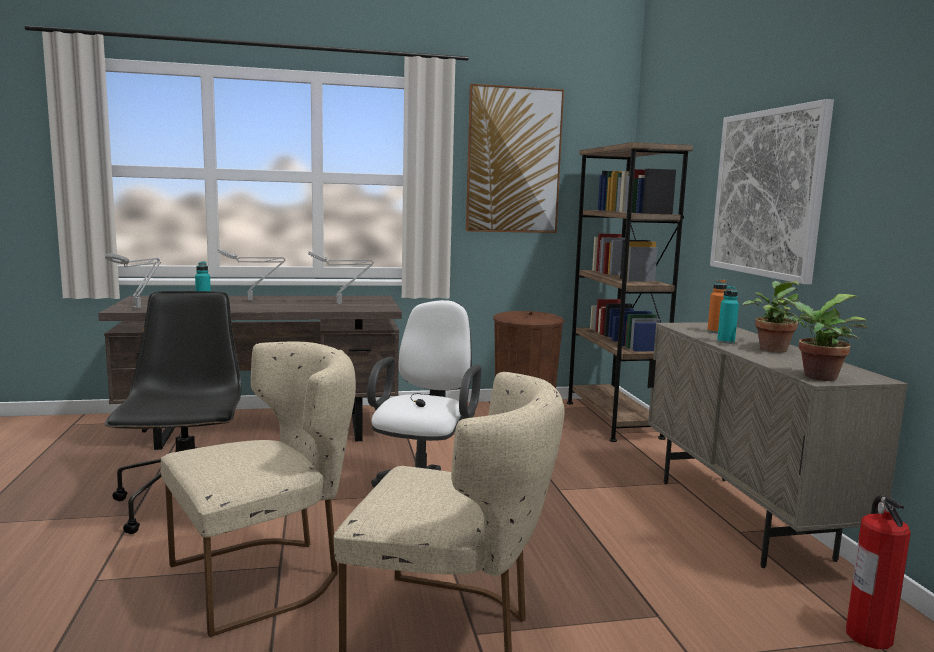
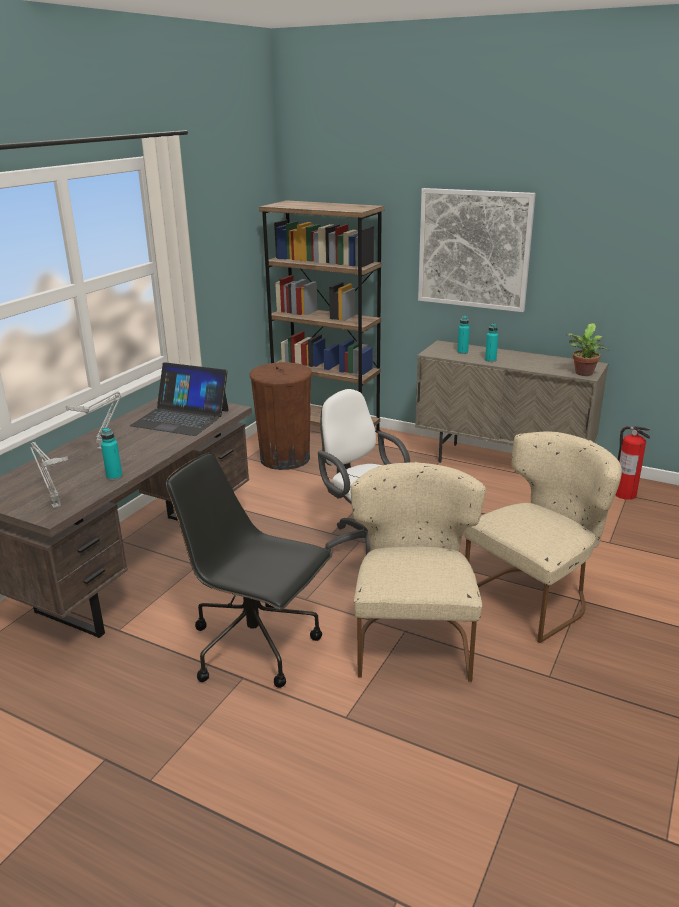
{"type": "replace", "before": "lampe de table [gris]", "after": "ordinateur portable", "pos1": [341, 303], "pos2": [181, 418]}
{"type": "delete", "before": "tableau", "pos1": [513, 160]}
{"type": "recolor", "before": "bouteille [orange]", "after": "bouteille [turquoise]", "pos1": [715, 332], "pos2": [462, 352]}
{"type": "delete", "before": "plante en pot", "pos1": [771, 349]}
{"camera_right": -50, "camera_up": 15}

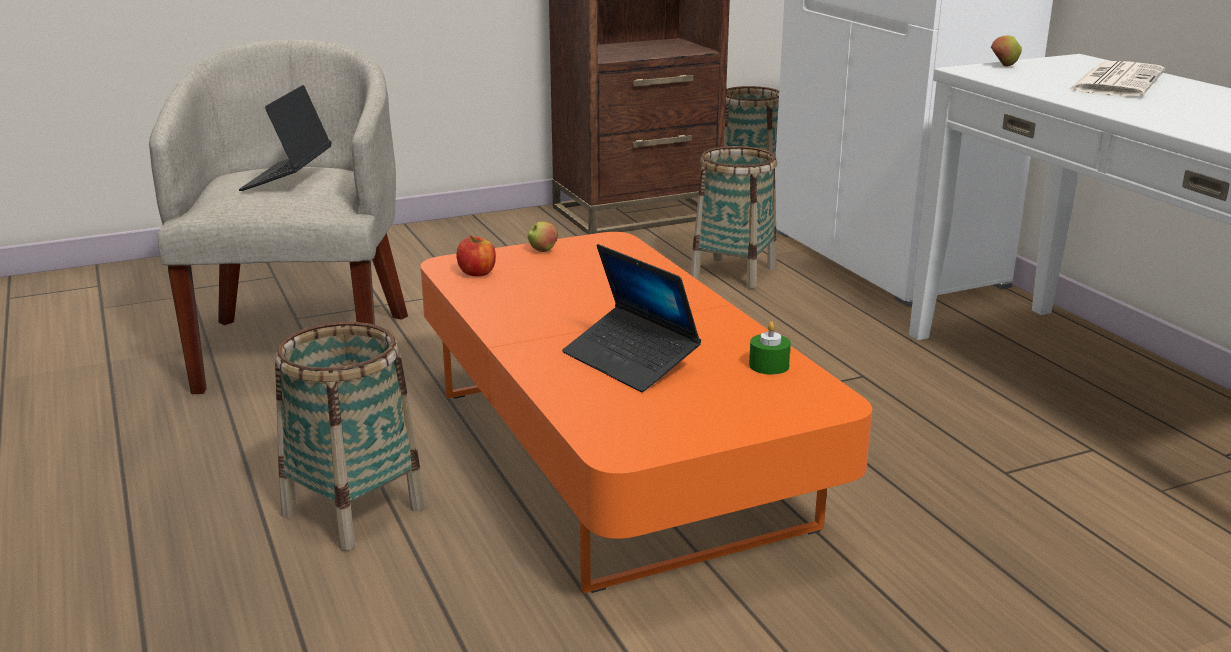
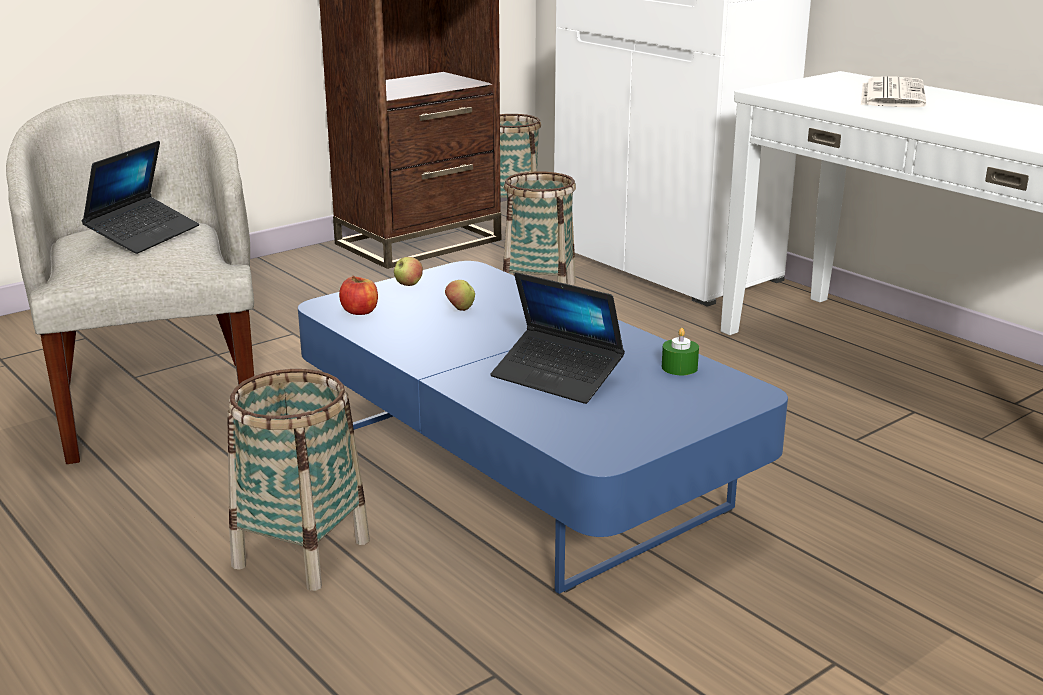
{"type": "rotate", "before": "ordinateur portable", "pos1": [288, 178], "pos2": [144, 235], "turn": -150}
{"type": "recolor", "before": "table basse [orange]", "after": "table basse [bleu]", "pos1": [615, 457], "pos2": [521, 470]}
{"type": "move", "before": "pomme", "pos1": [1003, 66], "pos2": [460, 309]}
{"camera_right": -15, "camera_up": 0}

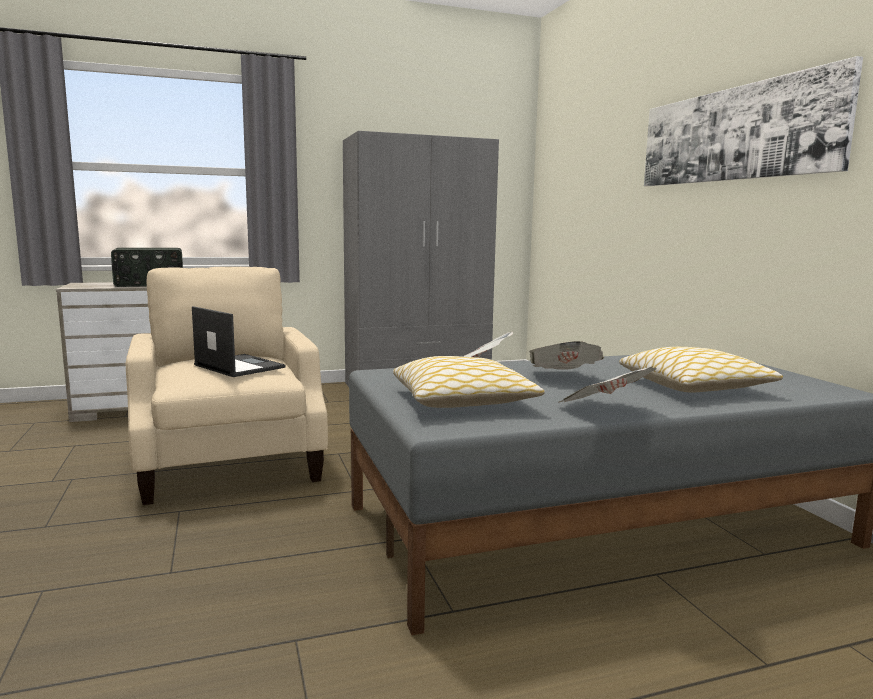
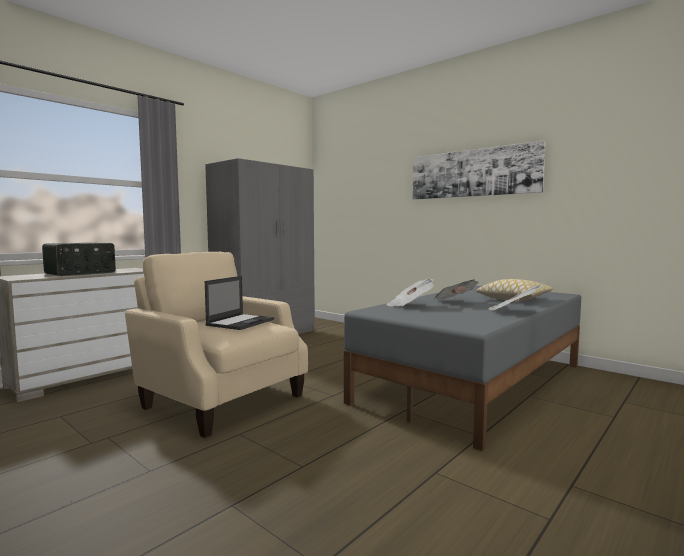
{"type": "rotate", "before": "ordinateur portable", "pos1": [238, 366], "pos2": [241, 322], "turn": 105}
{"type": "delete", "before": "coussin", "pos1": [463, 401]}
{"camera_right": -30, "camera_up": -5}

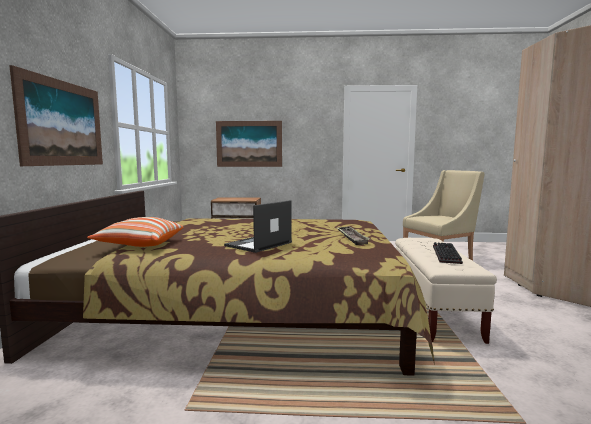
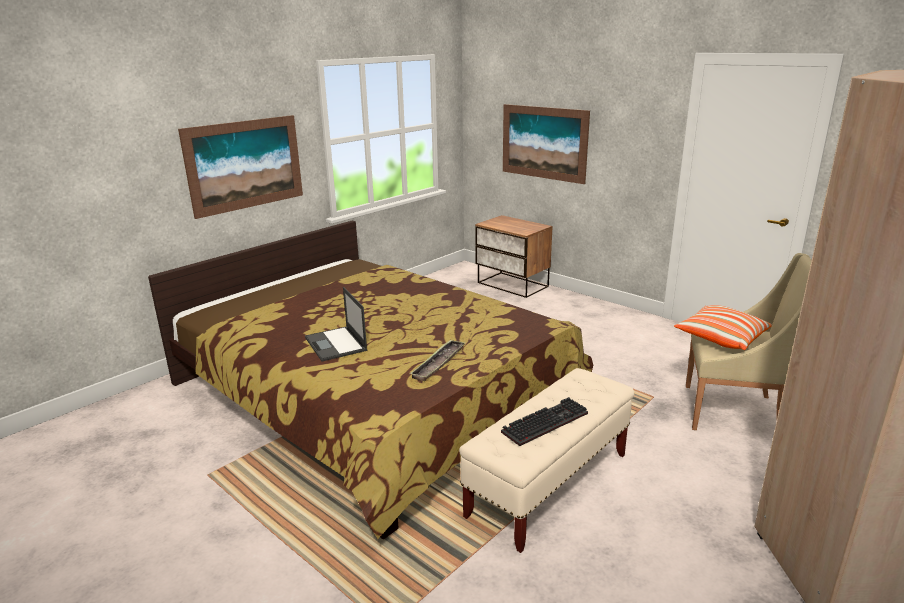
{"type": "move", "before": "coussin", "pos1": [140, 244], "pos2": [721, 338]}
{"type": "rotate", "before": "ordinateur portable", "pos1": [258, 244], "pos2": [336, 344], "turn": -105}
{"camera_right": 40, "camera_up": 15}

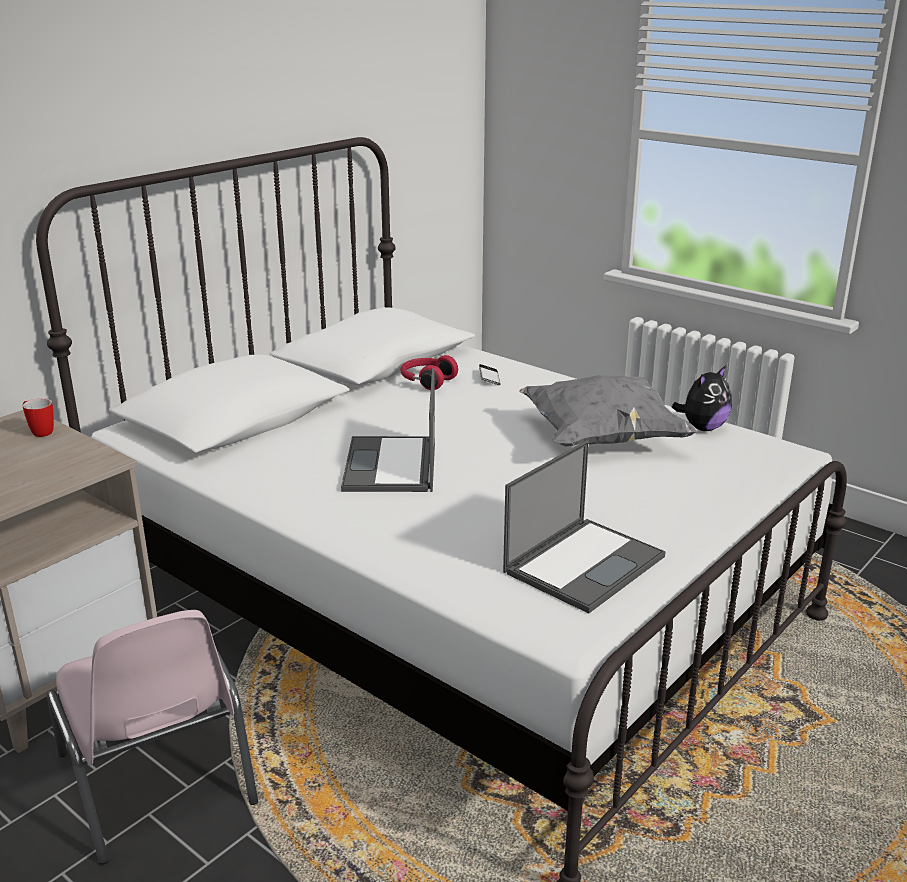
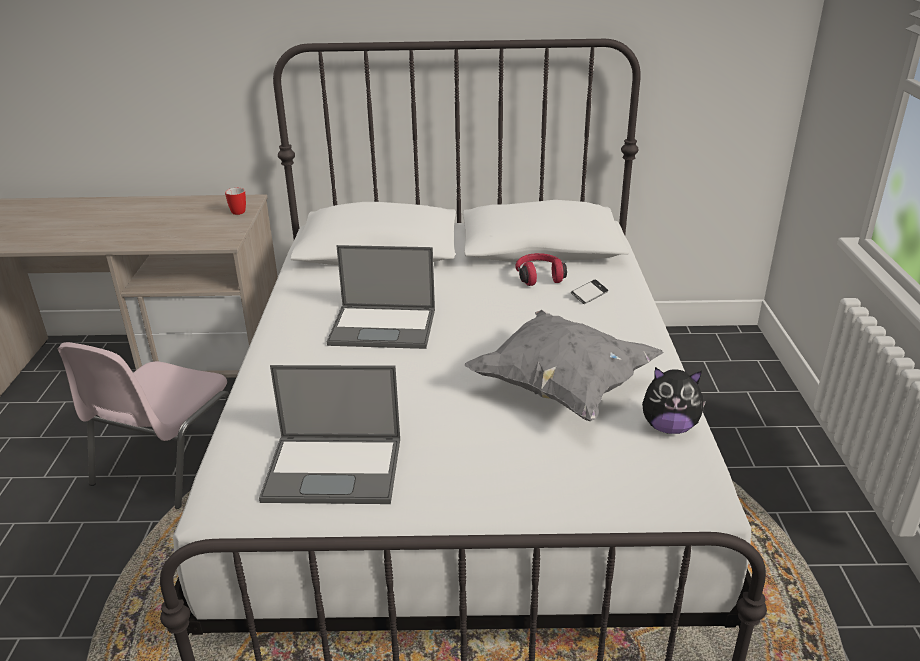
{"type": "rotate", "before": "ordinateur portable", "pos1": [391, 466], "pos2": [384, 327], "turn": -135}
{"camera_right": 50, "camera_up": 5}

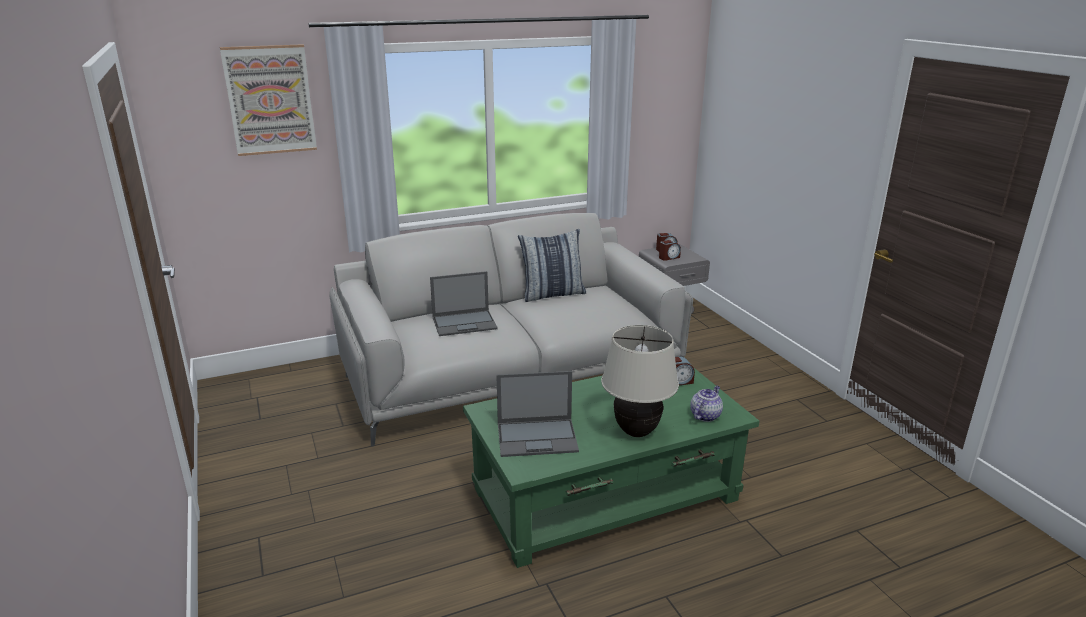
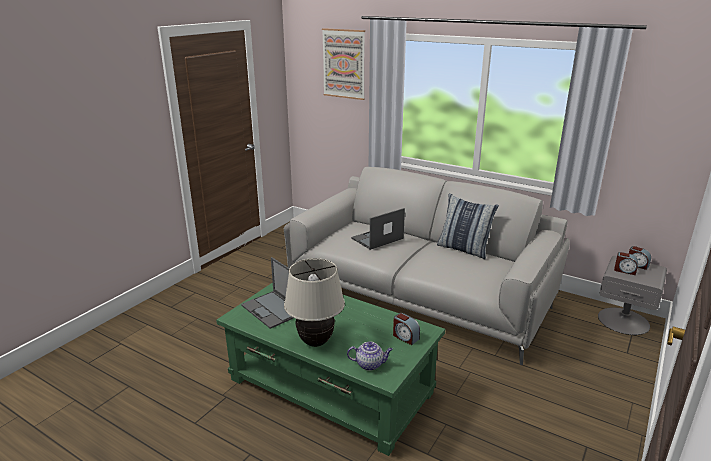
{"type": "rotate", "before": "ordinateur portable", "pos1": [465, 323], "pos2": [377, 238], "turn": 105}
{"camera_right": 55, "camera_up": 0}

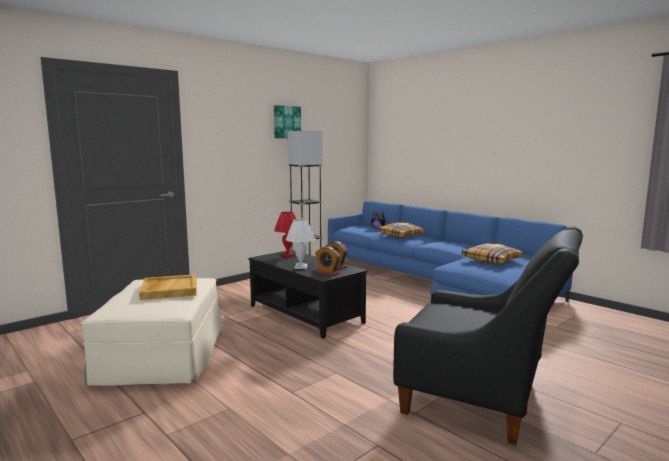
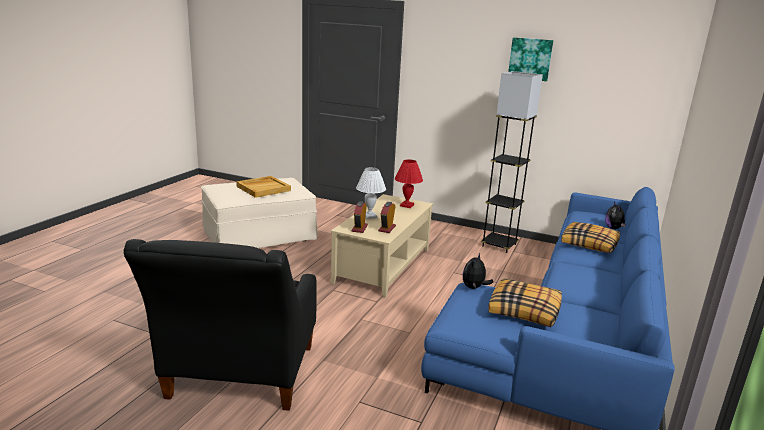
{"type": "recolor", "before": "table basse [noir]", "after": "table basse [beige]", "pos1": [306, 314], "pos2": [384, 266]}
{"type": "insert", "after": "peluche", "pos2": [474, 287]}
{"camera_right": 65, "camera_up": 10}

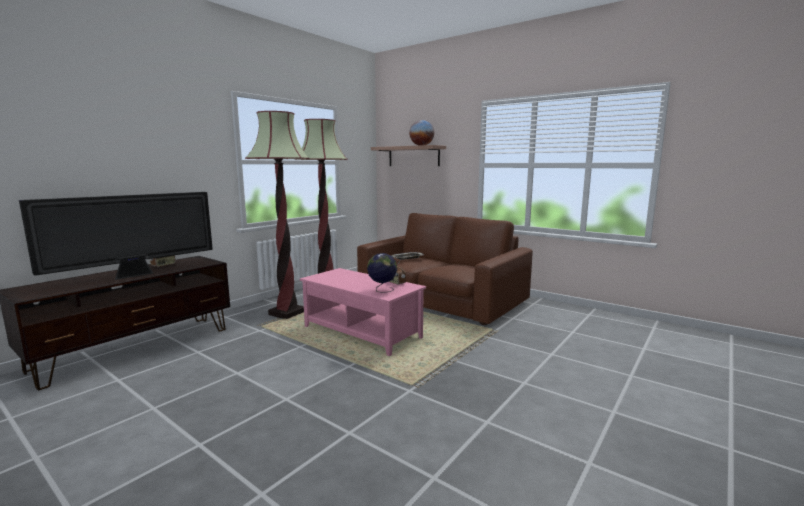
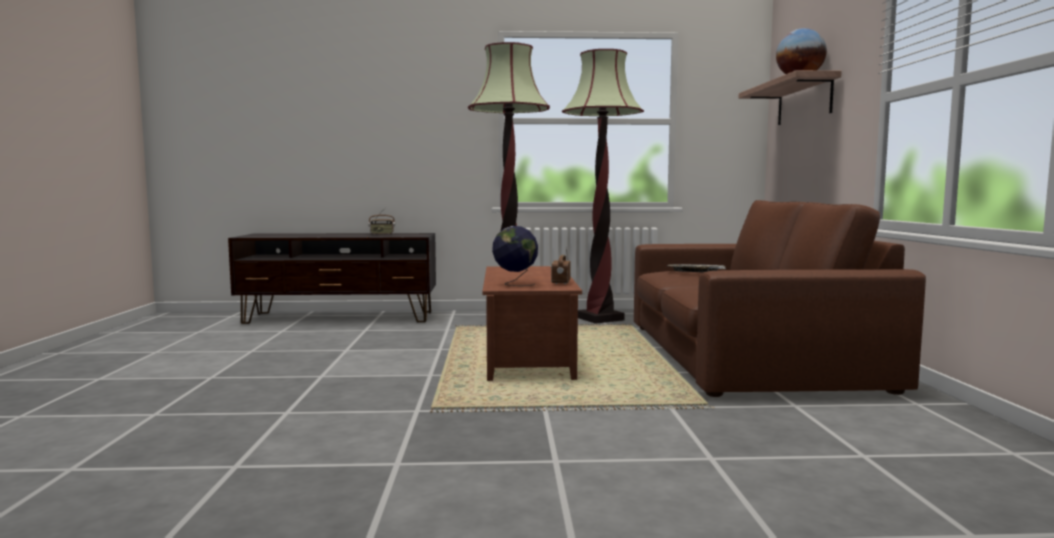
{"type": "delete", "before": "téléviseur", "pos1": [136, 275]}
{"type": "recolor", "before": "table basse [rose]", "after": "table basse [marron]", "pos1": [362, 332], "pos2": [529, 356]}
{"camera_right": 50, "camera_up": -5}

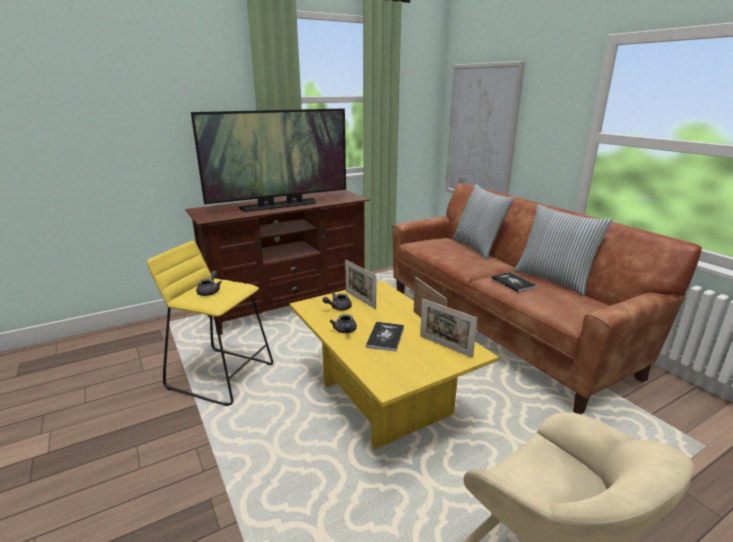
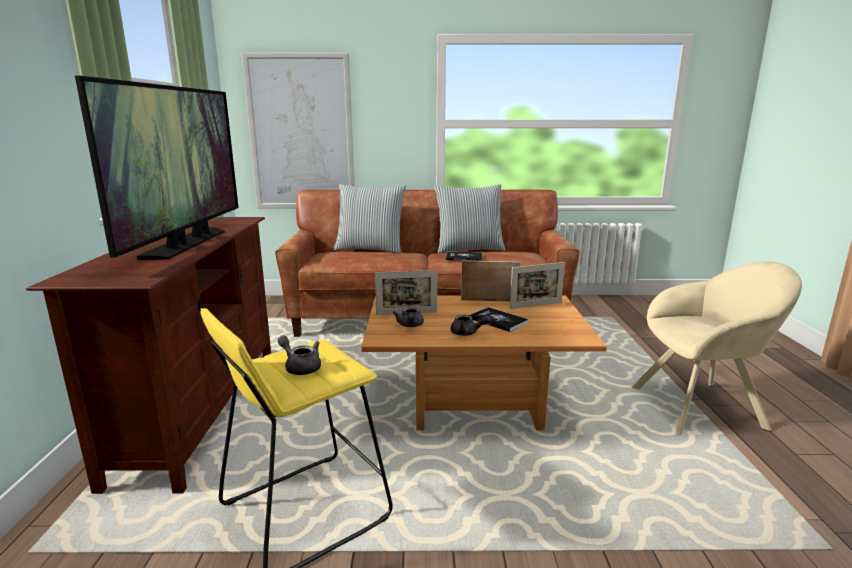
{"type": "recolor", "before": "table basse [jaune]", "after": "table basse [marron]", "pos1": [381, 399], "pos2": [473, 405]}
{"camera_right": -60, "camera_up": -5}

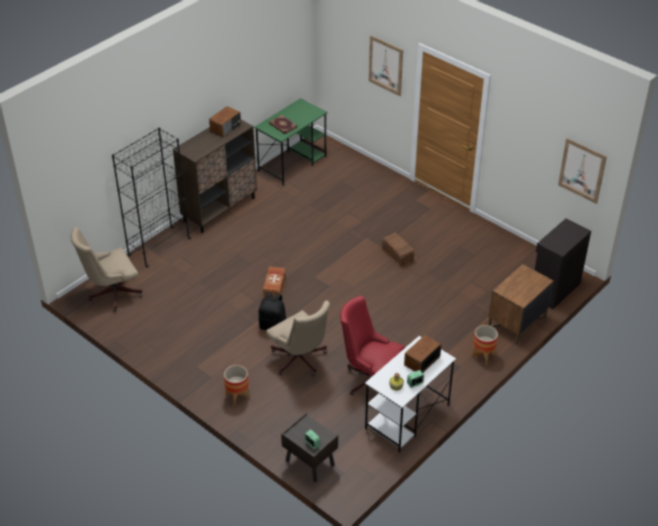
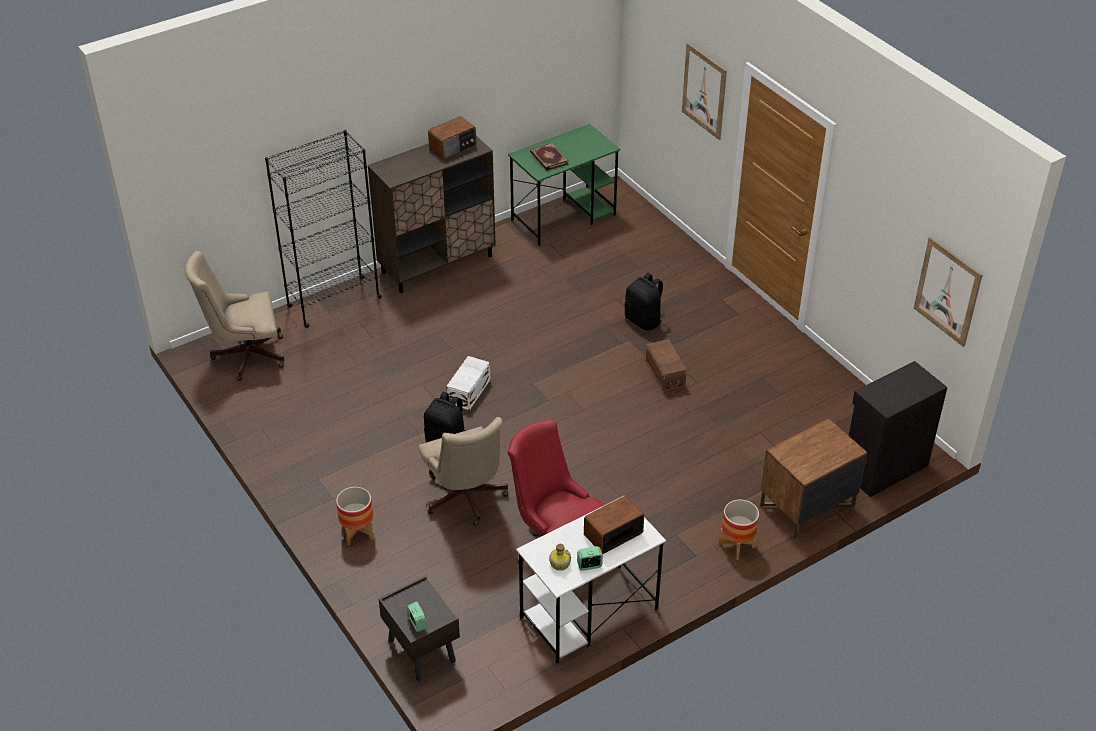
{"type": "recolor", "before": "boîte de rangement [marron]", "after": "boîte de rangement [blanc]", "pos1": [275, 290], "pos2": [470, 391]}
{"type": "insert", "after": "sac à dos [noir]", "pos2": [644, 320]}
{"camera_right": 15, "camera_up": 0}

